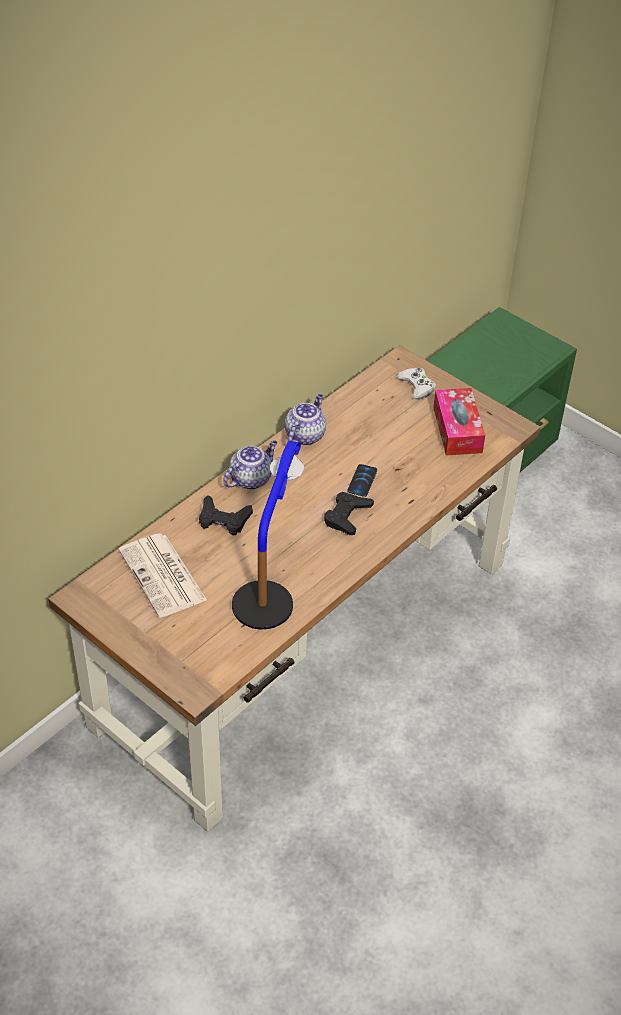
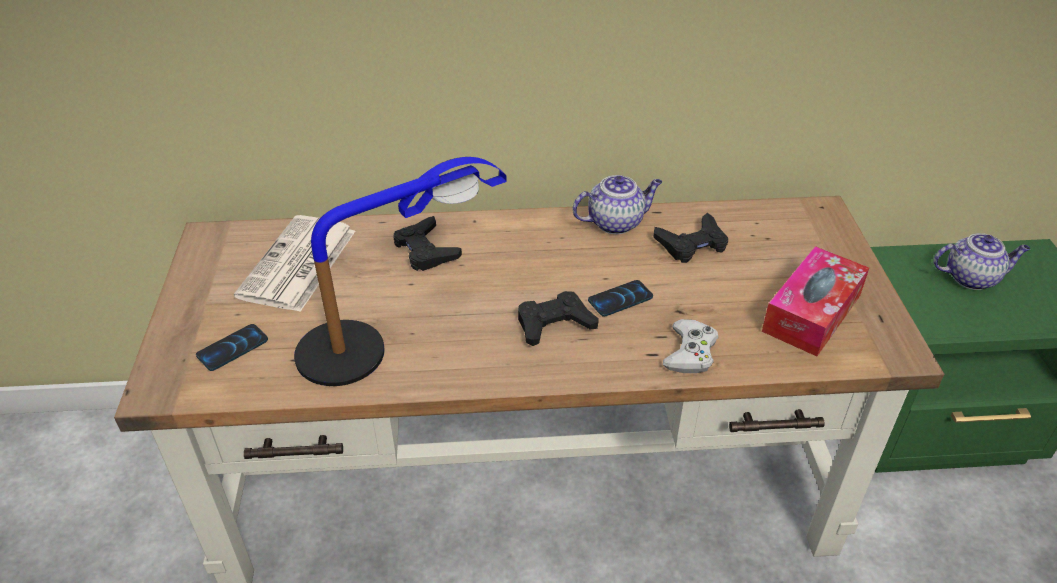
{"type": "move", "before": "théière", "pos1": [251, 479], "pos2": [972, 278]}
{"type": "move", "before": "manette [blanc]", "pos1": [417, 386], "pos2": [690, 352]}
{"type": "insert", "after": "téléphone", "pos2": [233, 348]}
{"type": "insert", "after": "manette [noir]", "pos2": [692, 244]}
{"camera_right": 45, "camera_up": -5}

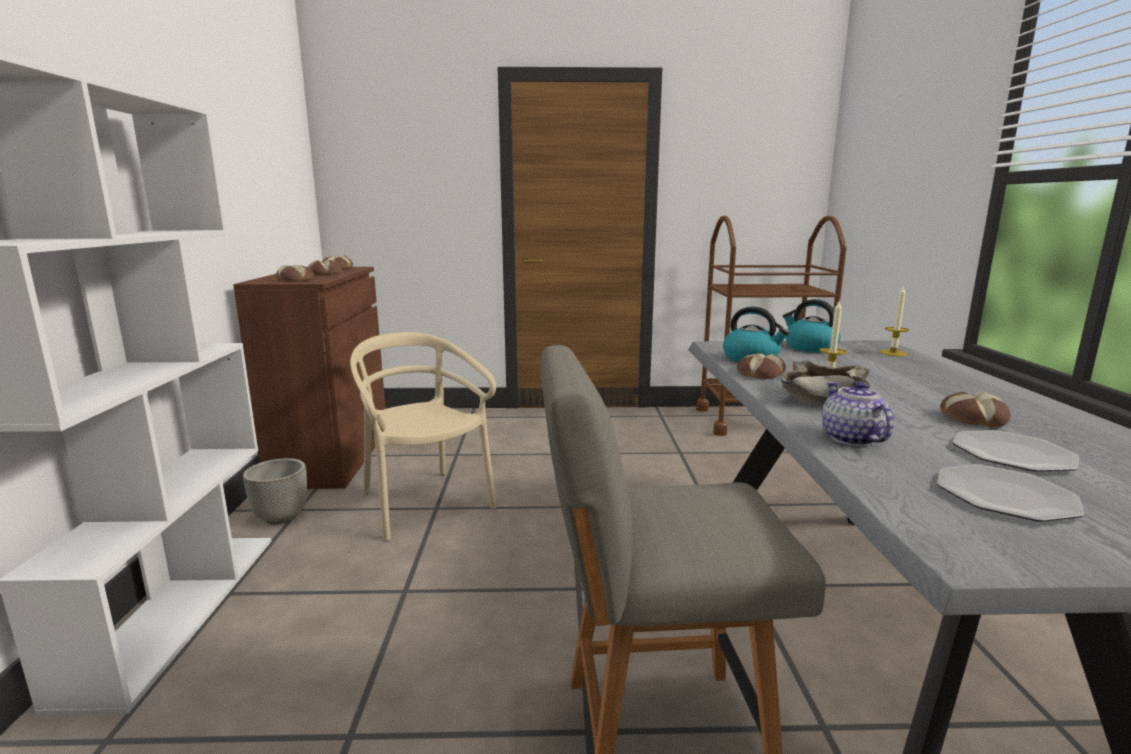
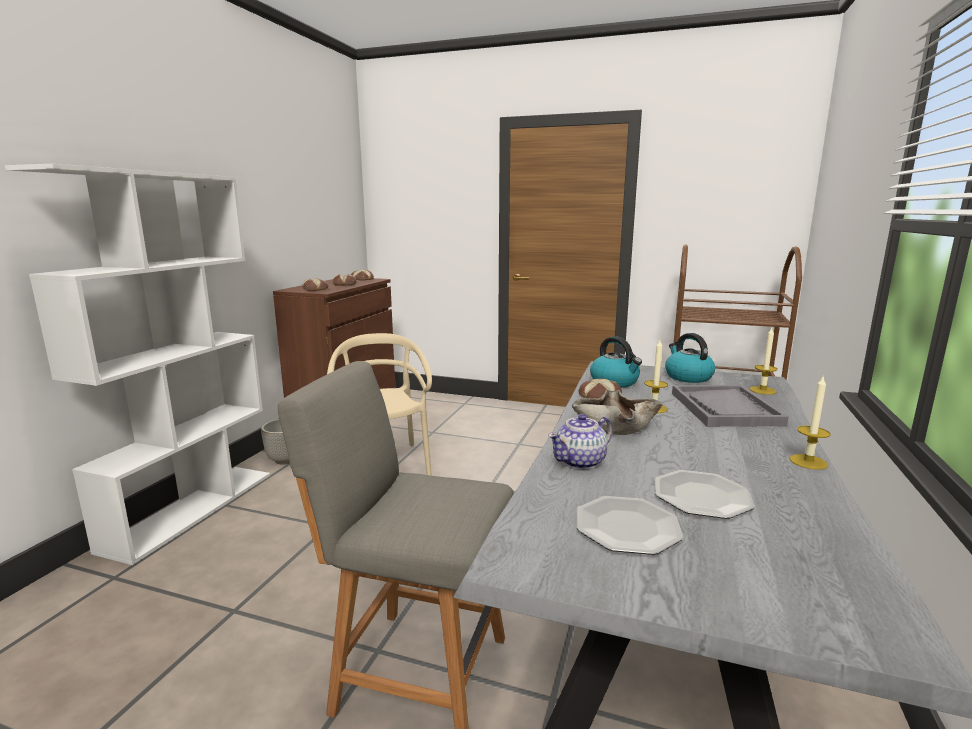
{"type": "rotate", "before": "théière", "pos1": [852, 439], "pos2": [581, 462], "turn": -135}
{"type": "delete", "before": "pain", "pos1": [972, 418]}
{"type": "insert", "after": "plateau [gris]", "pos2": [725, 408]}
{"type": "insert", "after": "bougie", "pos2": [808, 462]}
{"camera_right": 20, "camera_up": 0}

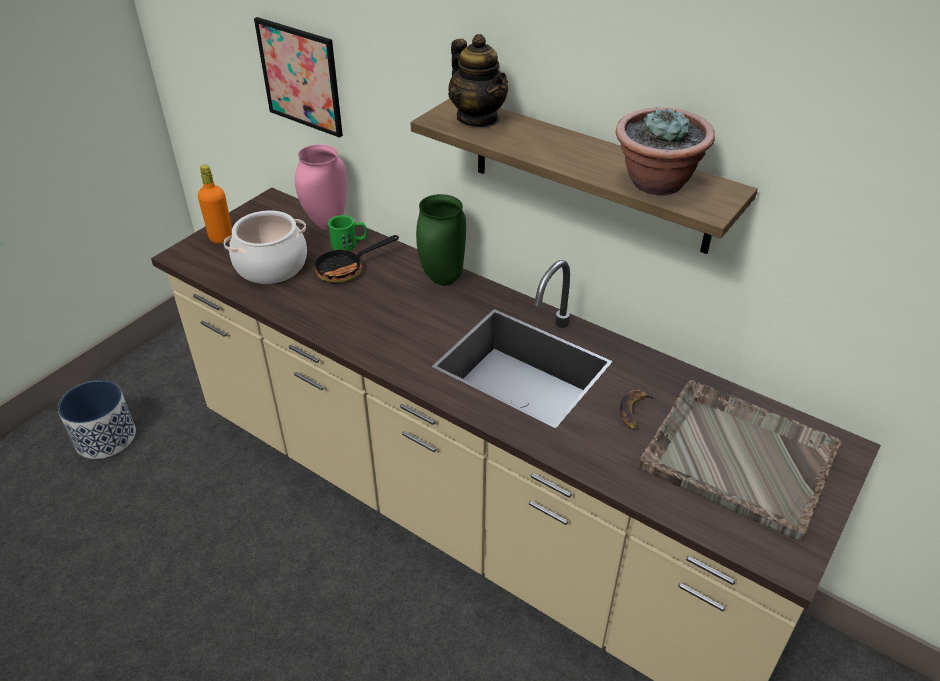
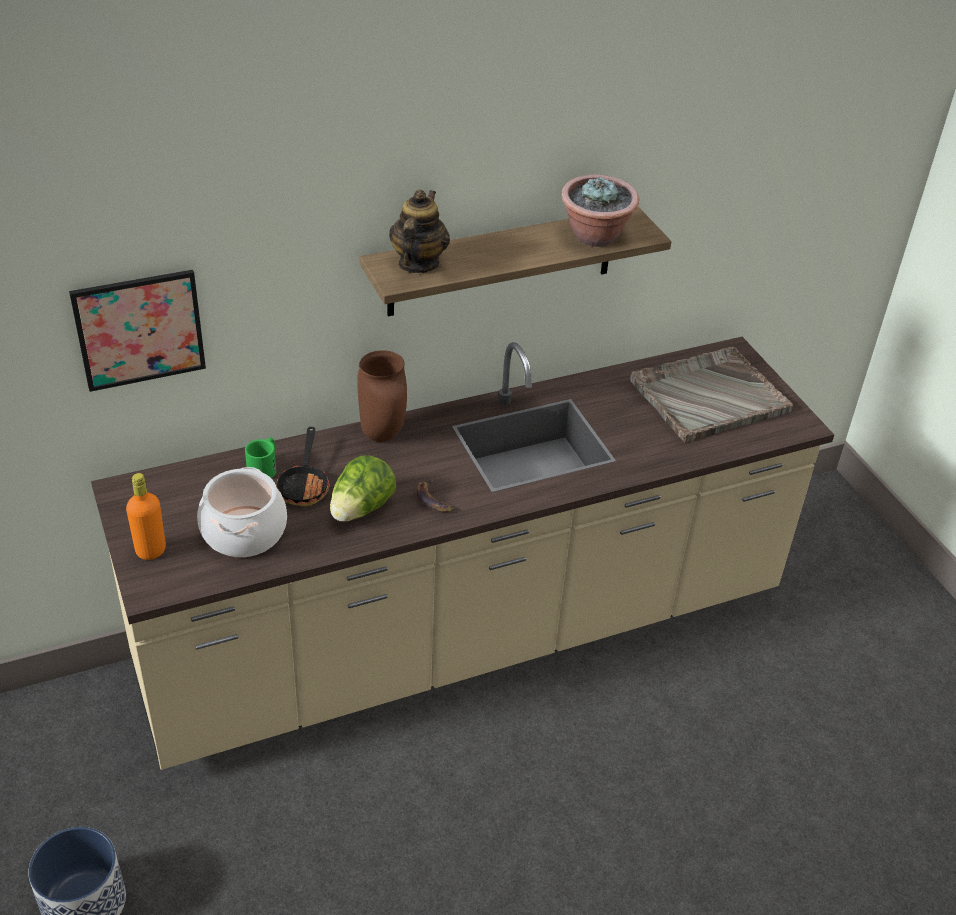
{"type": "delete", "before": "vase [rose]", "pos1": [326, 224]}
{"type": "recolor", "before": "vase [vert]", "after": "vase [marron]", "pos1": [441, 279], "pos2": [381, 435]}
{"type": "rotate", "before": "théière", "pos1": [478, 118], "pos2": [418, 263], "turn": -75}
{"type": "move", "before": "banane", "pos1": [635, 411], "pos2": [433, 500]}
{"type": "insert", "after": "laitue", "pos2": [361, 509]}
{"camera_right": -60, "camera_up": 0}

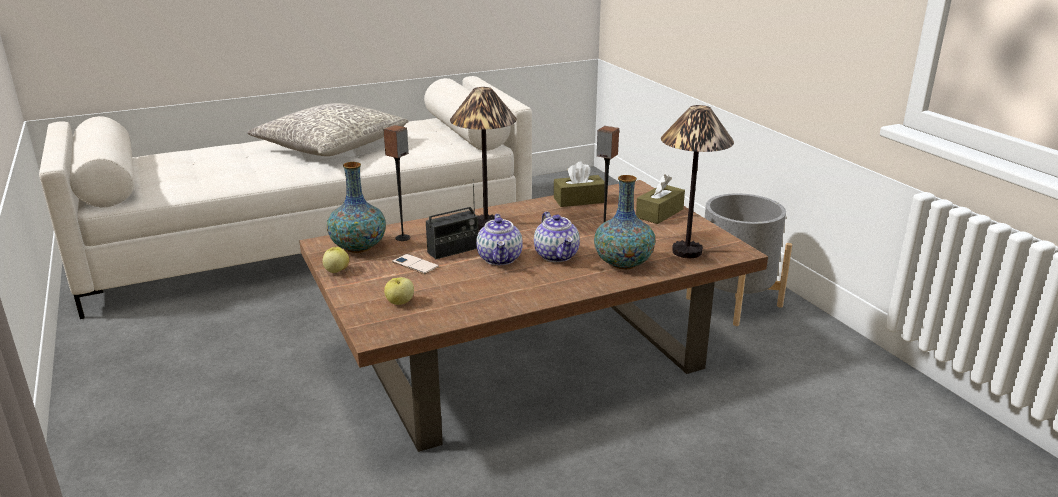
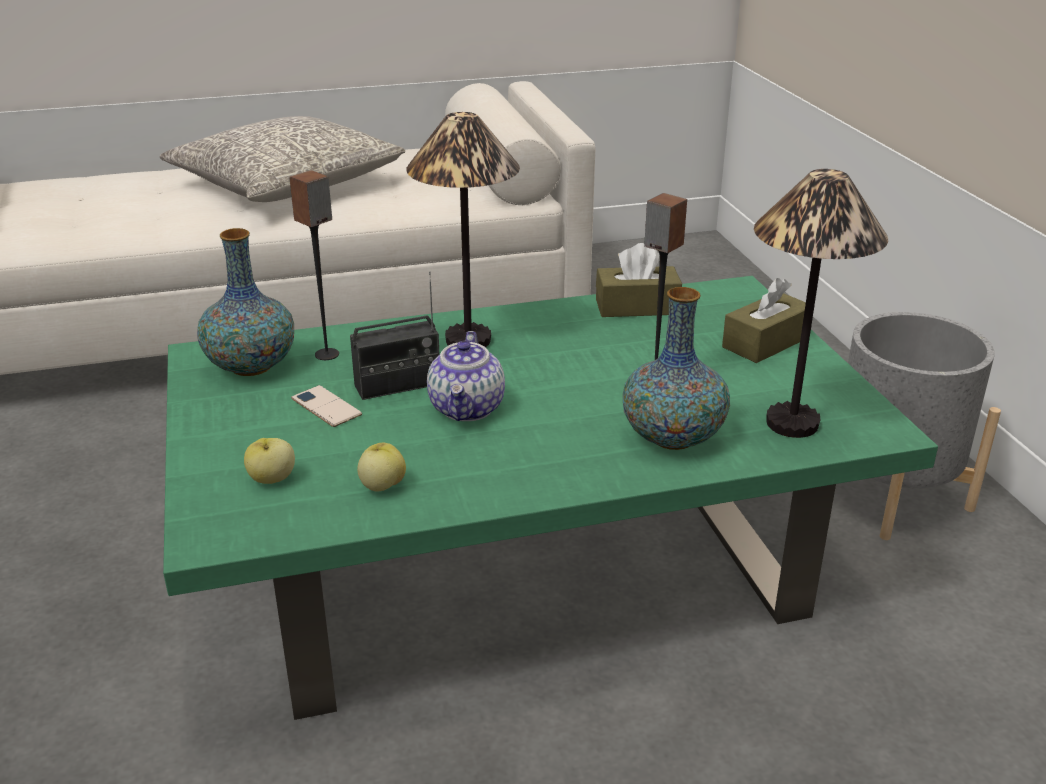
{"type": "recolor", "before": "table basse [marron]", "after": "table basse [vert]", "pos1": [530, 354], "pos2": [525, 556]}
{"type": "move", "before": "pomme", "pos1": [336, 271], "pos2": [382, 486]}
{"type": "delete", "before": "théière", "pos1": [557, 256]}
{"camera_right": 10, "camera_up": 5}

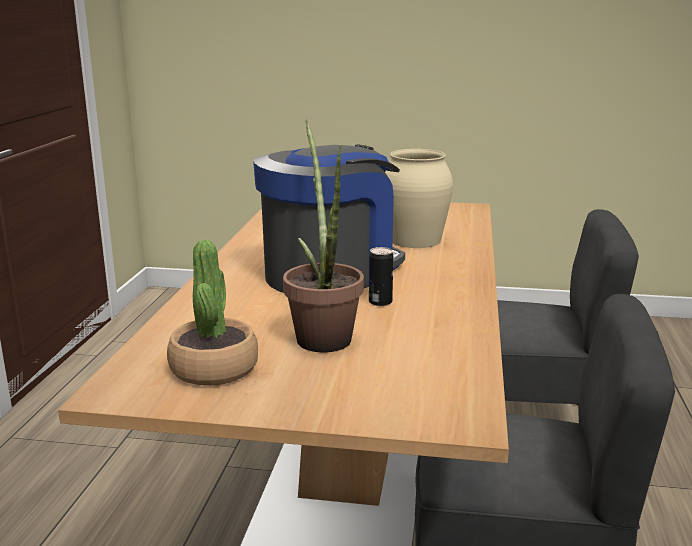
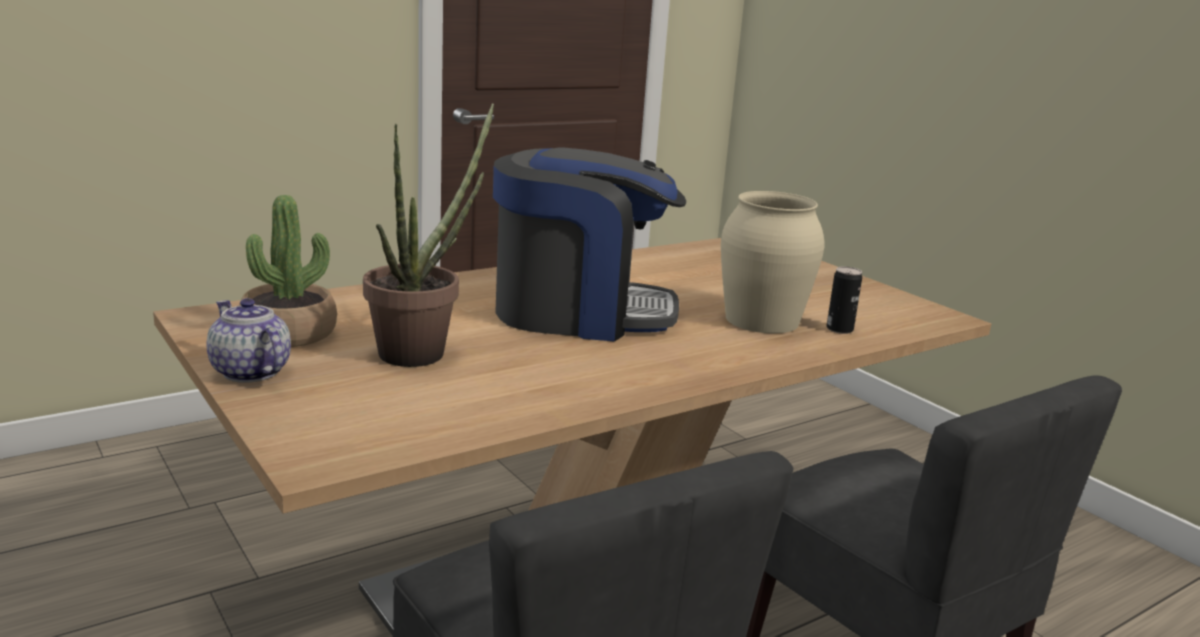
{"type": "move", "before": "boîte métallique", "pos1": [380, 302], "pos2": [839, 329]}
{"type": "insert", "after": "théière", "pos2": [249, 372]}
{"camera_right": 45, "camera_up": 0}

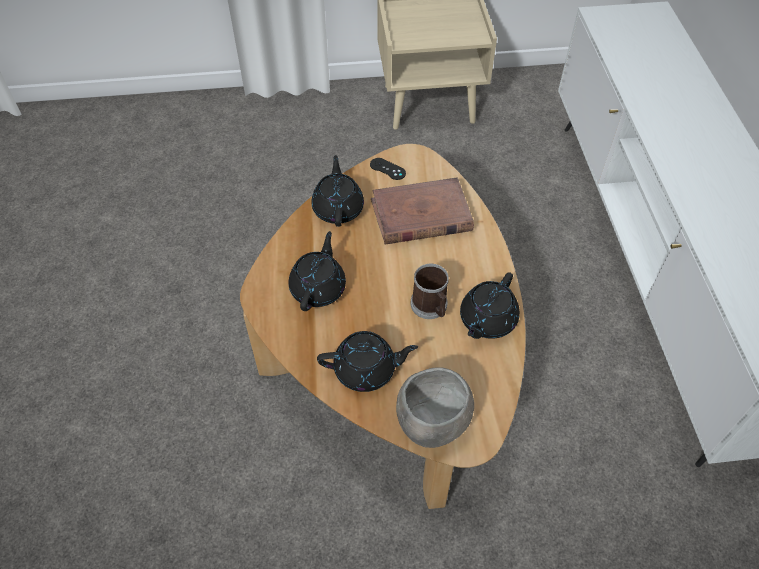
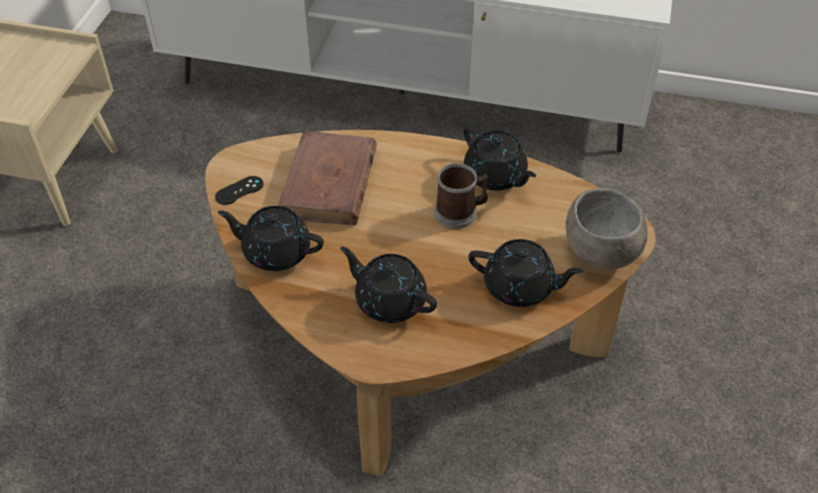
{"type": "rotate", "before": "théière [noir]", "pos1": [366, 370], "pos2": [520, 287], "turn": 90}
{"camera_right": -70, "camera_up": -5}

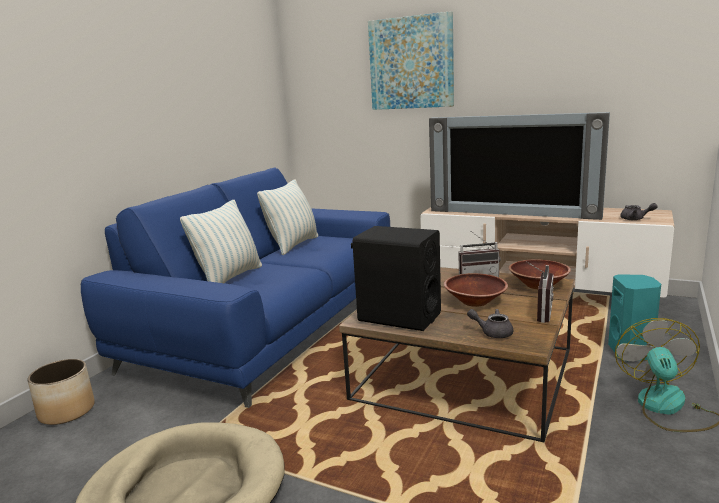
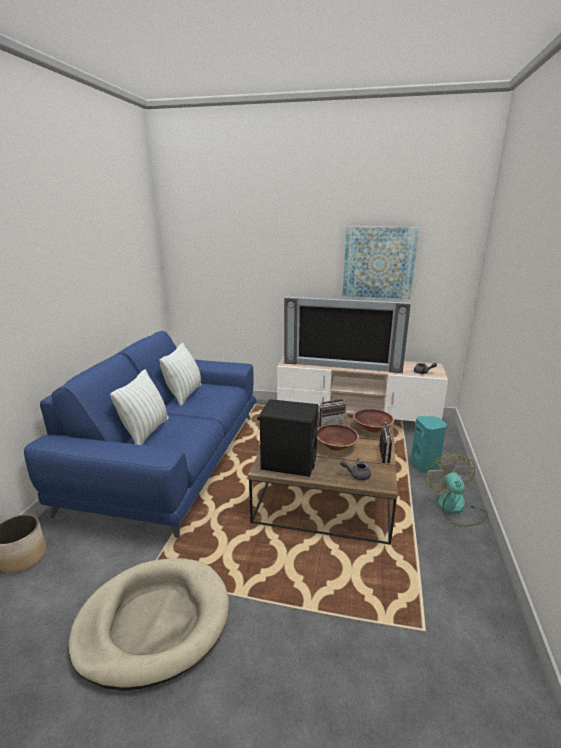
{"type": "move", "before": "tableau", "pos1": [411, 63], "pos2": [378, 262]}
{"camera_right": -15, "camera_up": 5}

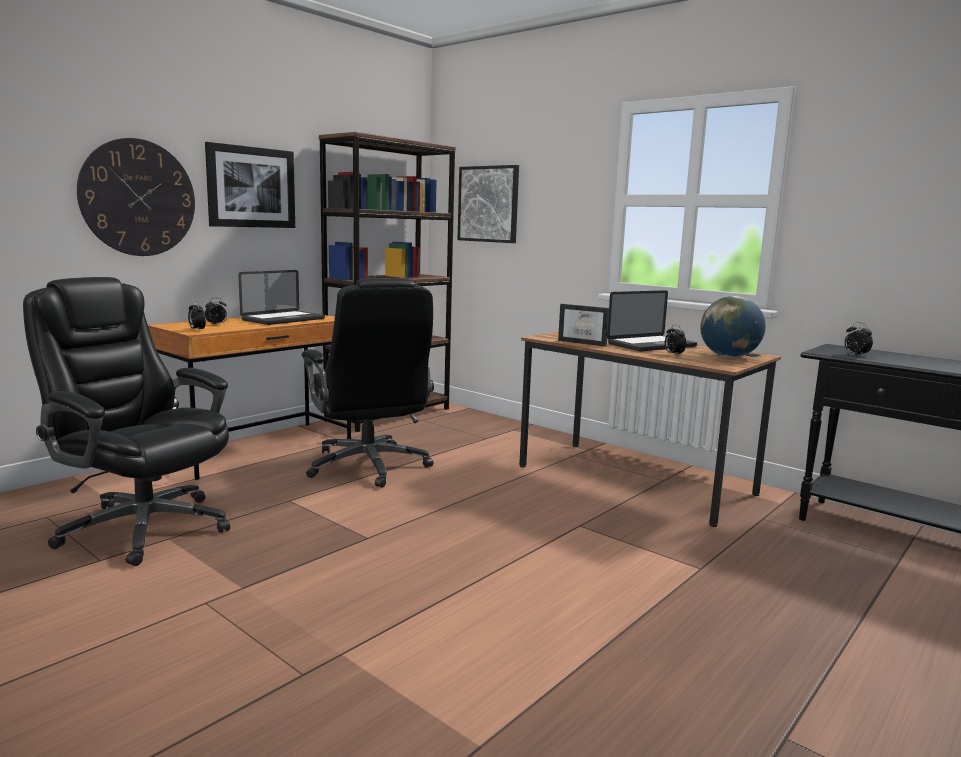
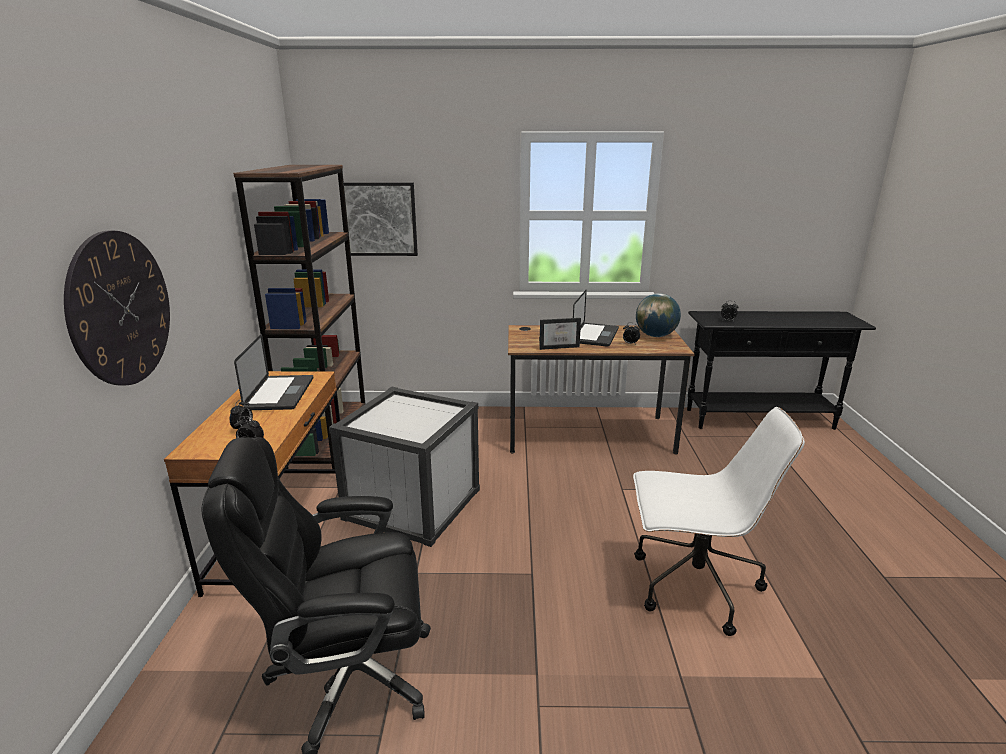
{"type": "delete", "before": "tableau", "pos1": [251, 187]}
{"type": "replace", "before": "chaise de bureau [noir]", "after": "boîte de rangement [blanc]", "pos1": [369, 466], "pos2": [413, 504]}
{"type": "insert", "after": "chaise de bureau [blanc]", "pos2": [692, 586]}
{"camera_right": -40, "camera_up": 10}

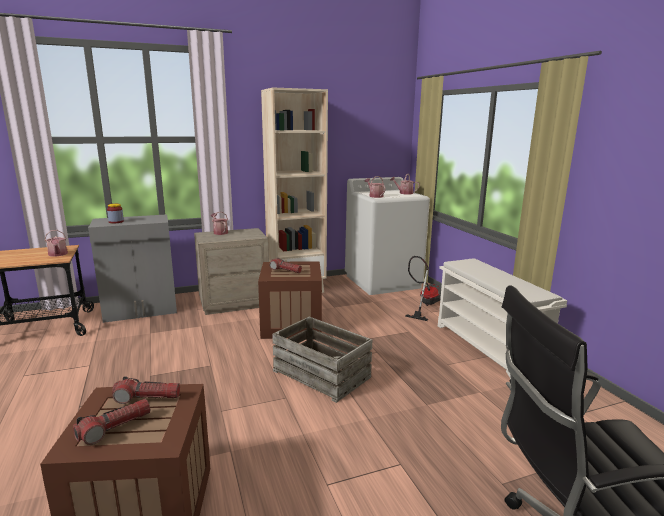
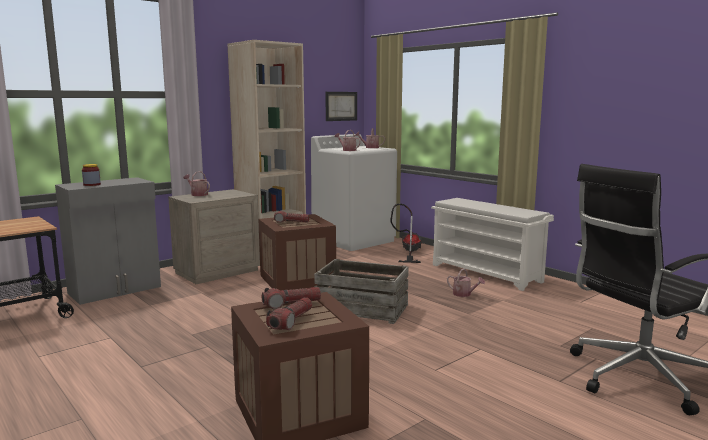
{"type": "move", "before": "arrosoir", "pos1": [58, 254], "pos2": [464, 294]}
{"type": "insert", "after": "tableau", "pos2": [341, 106]}
{"camera_right": -20, "camera_up": -5}

